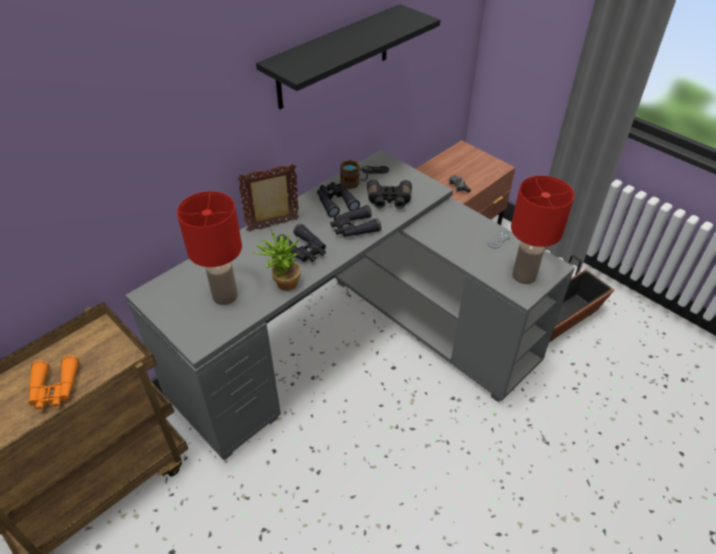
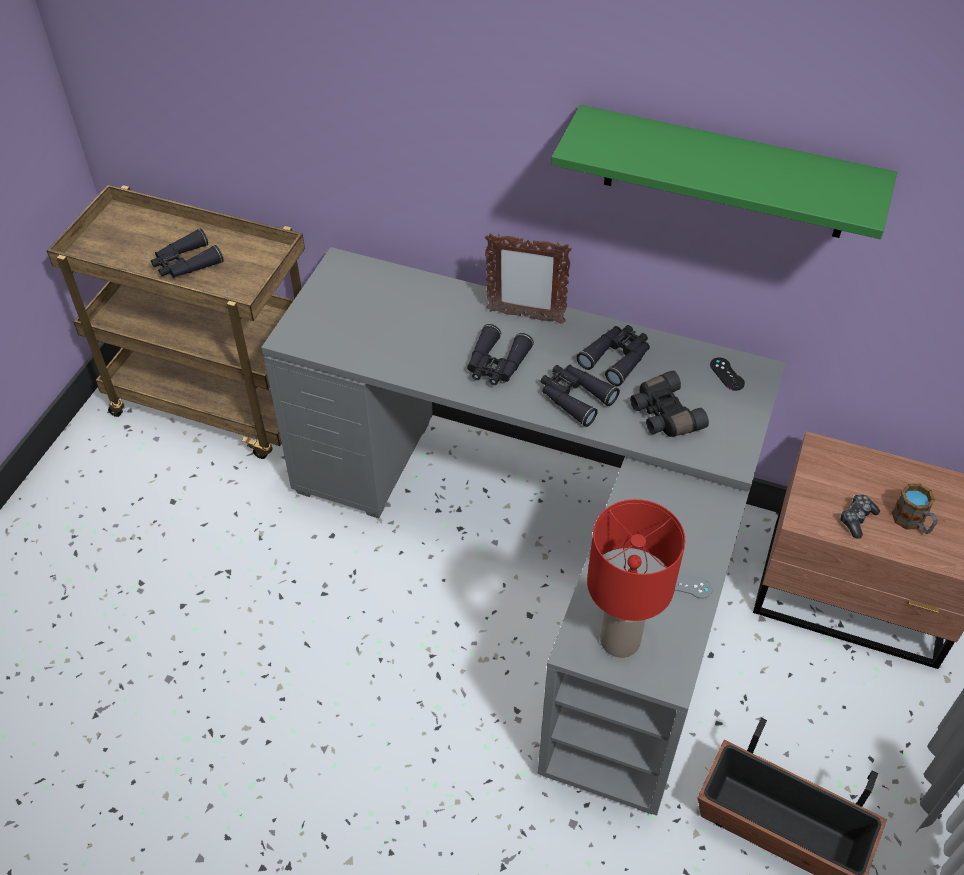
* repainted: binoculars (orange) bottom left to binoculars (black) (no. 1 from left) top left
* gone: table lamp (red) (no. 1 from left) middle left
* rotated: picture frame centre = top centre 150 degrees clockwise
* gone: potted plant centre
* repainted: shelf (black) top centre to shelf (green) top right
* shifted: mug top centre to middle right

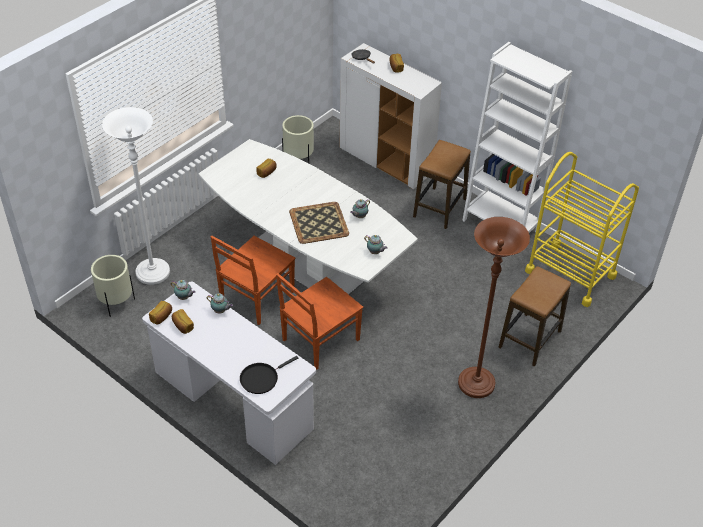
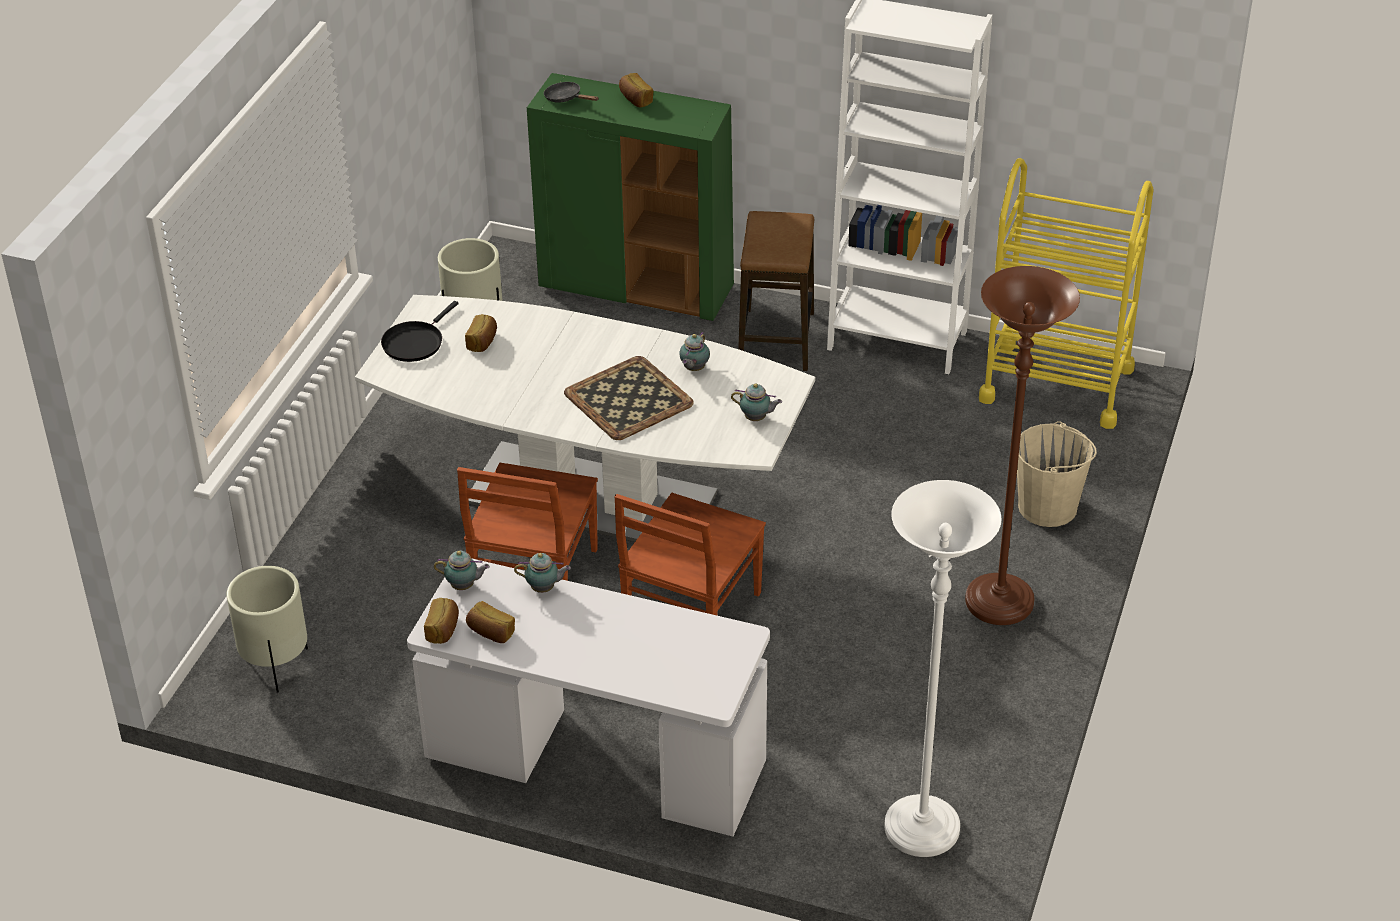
* shifted: floor lamp (white) middle left to bottom right
* shifted: frying pan (black) (no. 1 from left) bottom centre to middle left
* repainted: cabinet (white) top centre to cabinet (green) top centre
* swapped: stool (no. 2 from left) middle right to bucket (beige) middle right

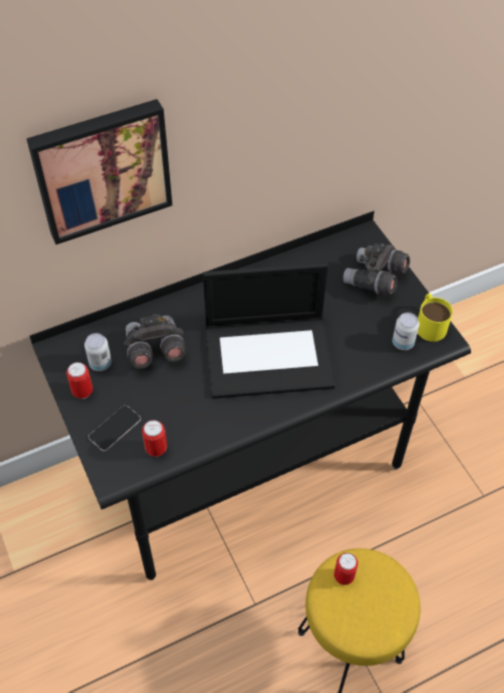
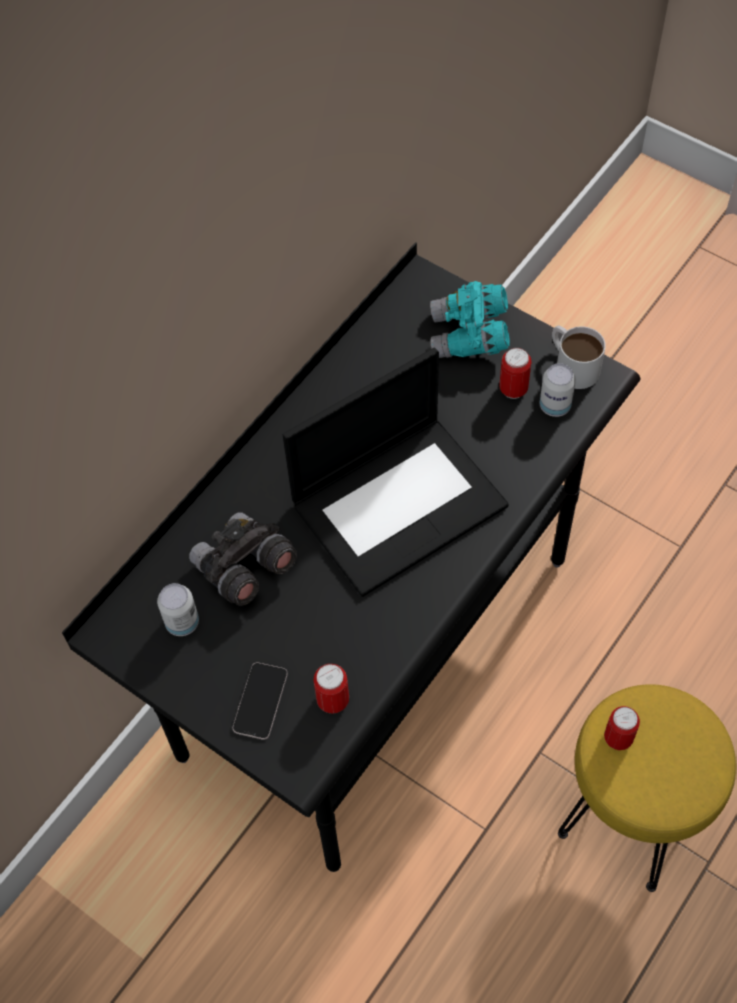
* gone: picture top left
* shifted: can (no. 1 from left in the first image) middle left to can (no. 3 from left) middle right
* repainted: binoculars (grey) (no. 2 from left) middle right to binoculars (turquoise) top centre
* repainted: mug (yellow) middle right to mug (white) middle right

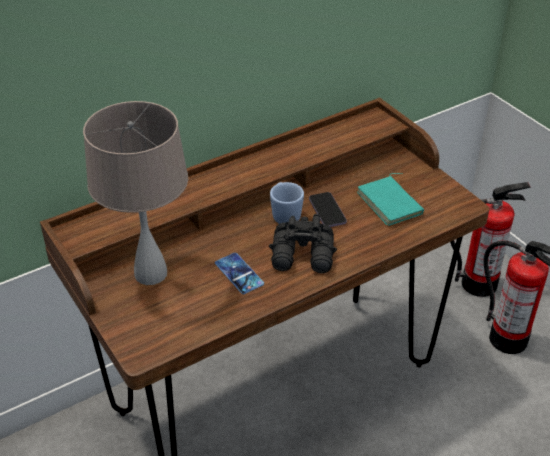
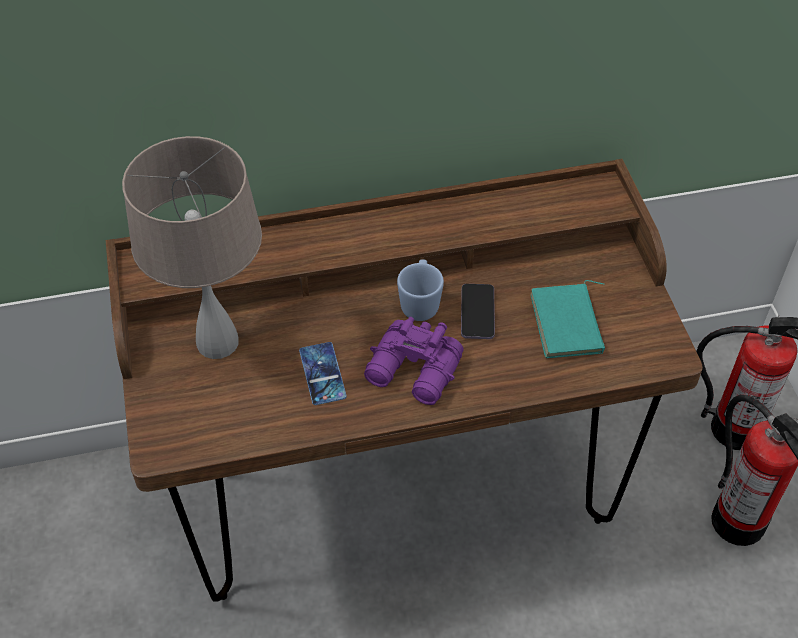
* repainted: binoculars (black) centre to binoculars (purple) centre

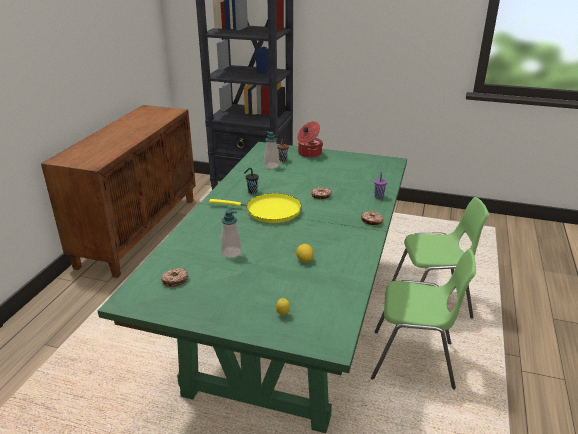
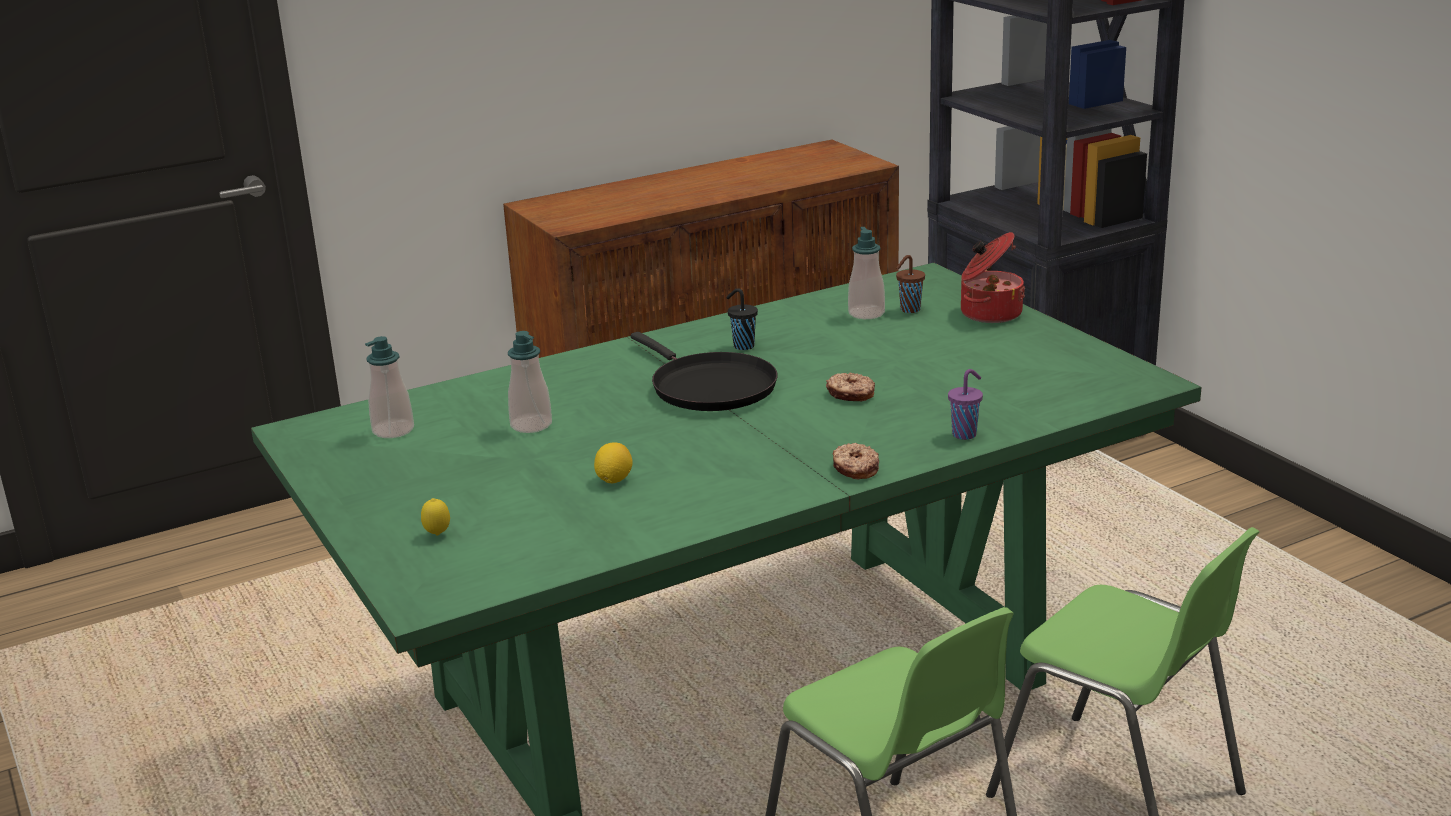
* swapped: donut (no. 1 from left) middle left to soap dispenser (no. 1 from left) middle left
* repainted: frying pan (yellow) centre to frying pan (black) centre

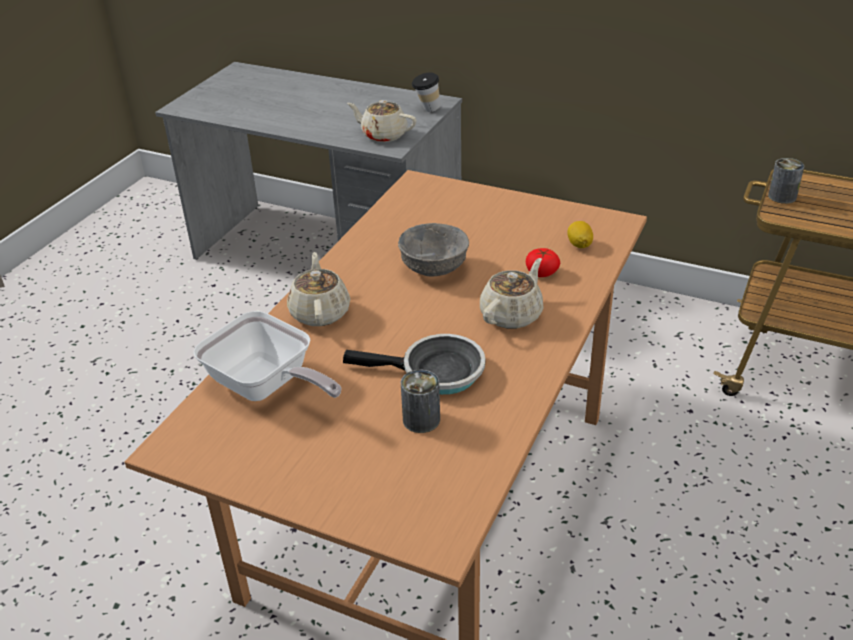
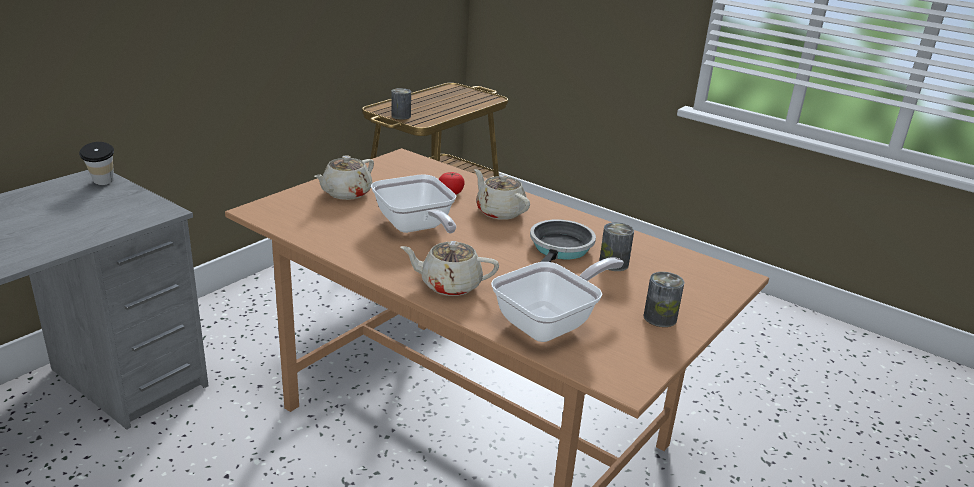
* shifted: teapot (beige) (no. 2 from left in the first image) top centre to teapot (beige) (no. 1 from left) centre
* swapped: bowl (grey) centre to frying pan (no. 1 from left) centre
* gone: lemon middle right
* new: can (no. 3 from left) middle right

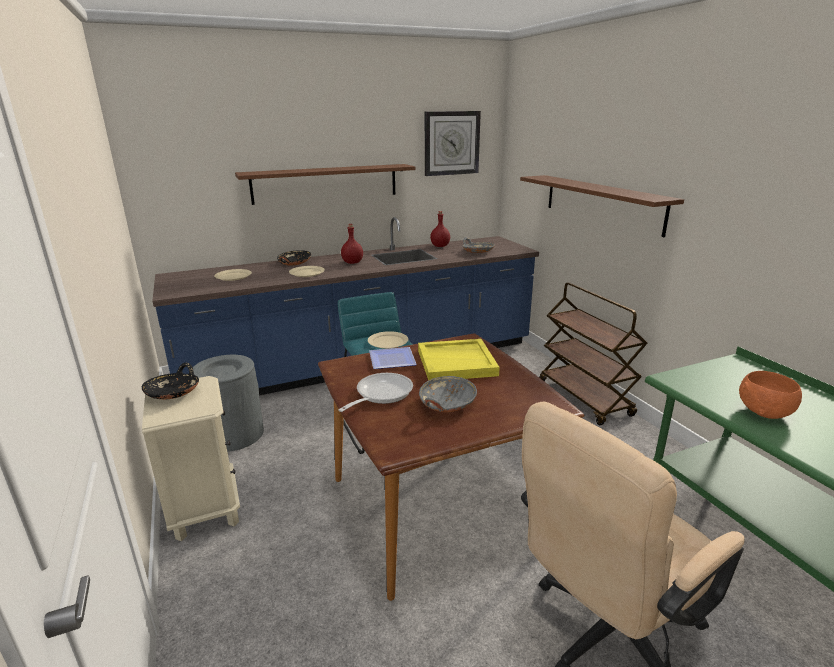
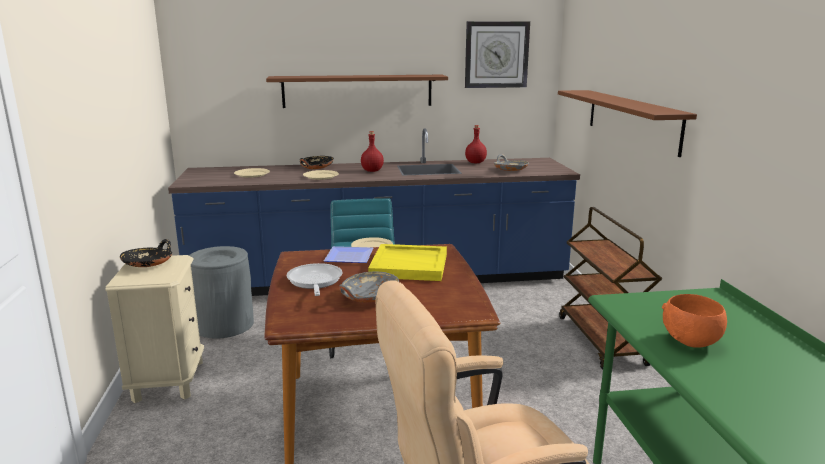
* rotated: frying pan centre = centre 60 degrees counterclockwise

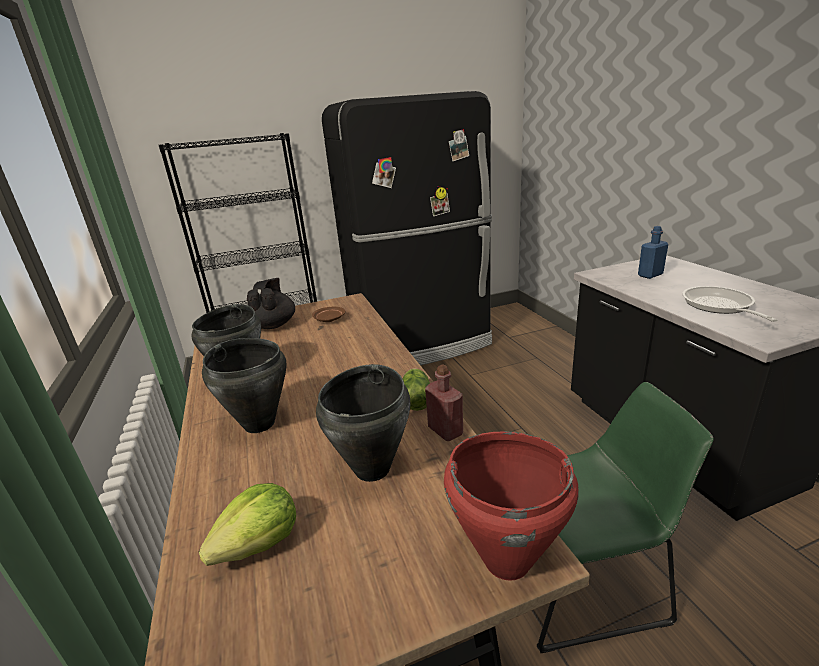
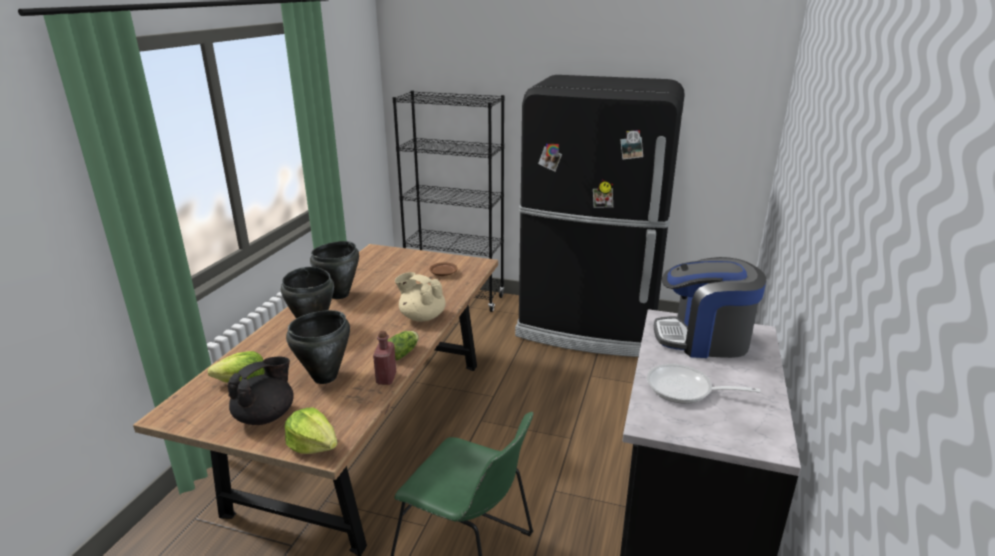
* shifted: teapot (black) middle left to bottom left
* swapped: cooking pot (red) bottom centre to lettuce (no. 2 from left) bottom left
* swapped: bottle (blue) middle right to coffee machine middle right
* rotated: frying pan middle right = bottom right 105 degrees counterclockwise
* new: teapot (beige) centre

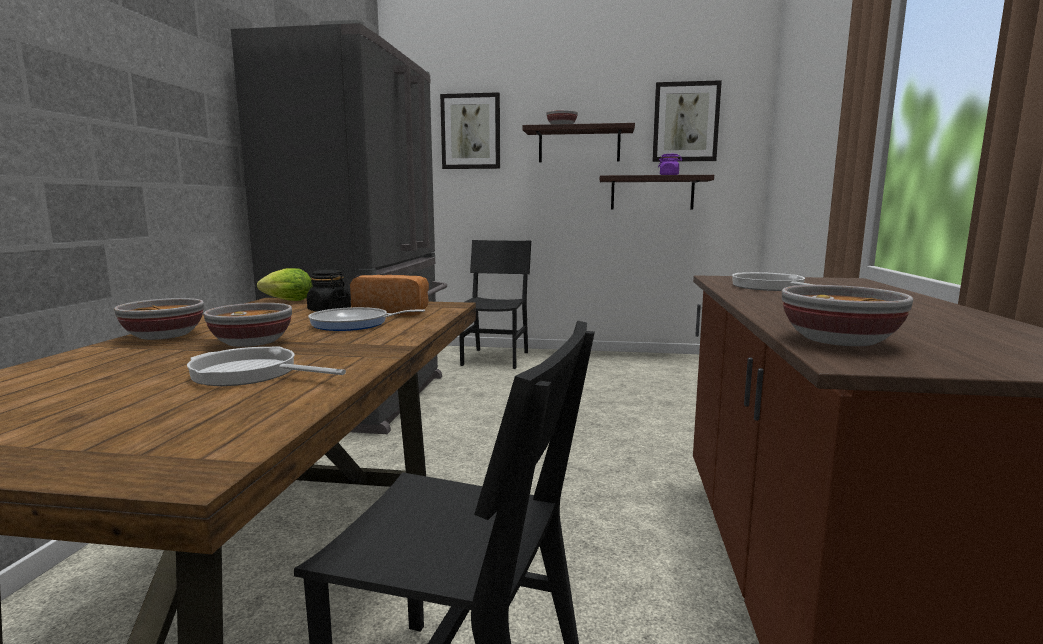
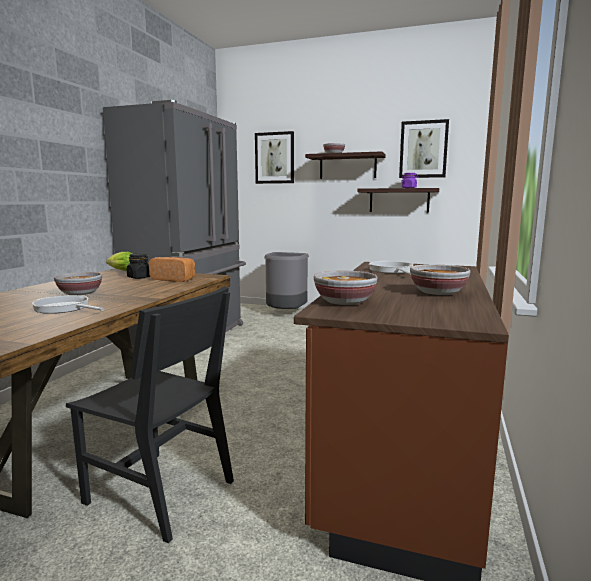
* shifted: bowl (no. 1 from left in the first image) middle left to bowl (no. 4 from left) middle right
* gone: frying pan (no. 2 from left) centre
* swapped: chair (black) (no. 2 from left) centre to trash can (grey) centre

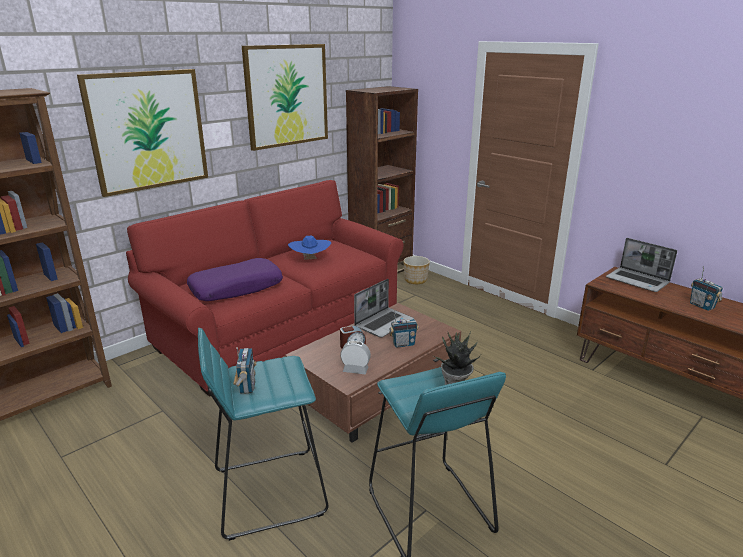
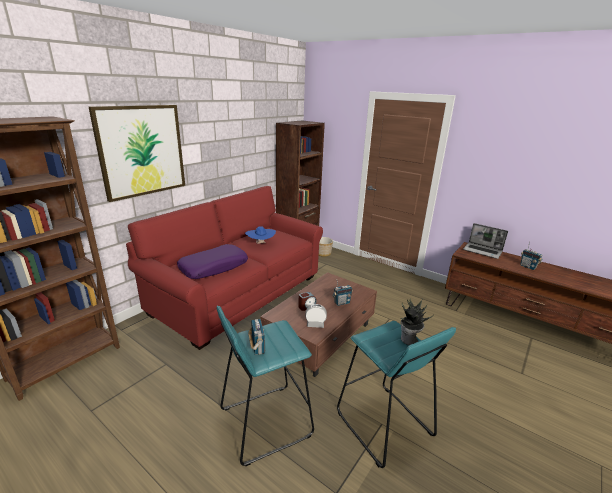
* gone: picture (no. 2 from left) top centre
* gone: laptop (no. 1 from left) centre

